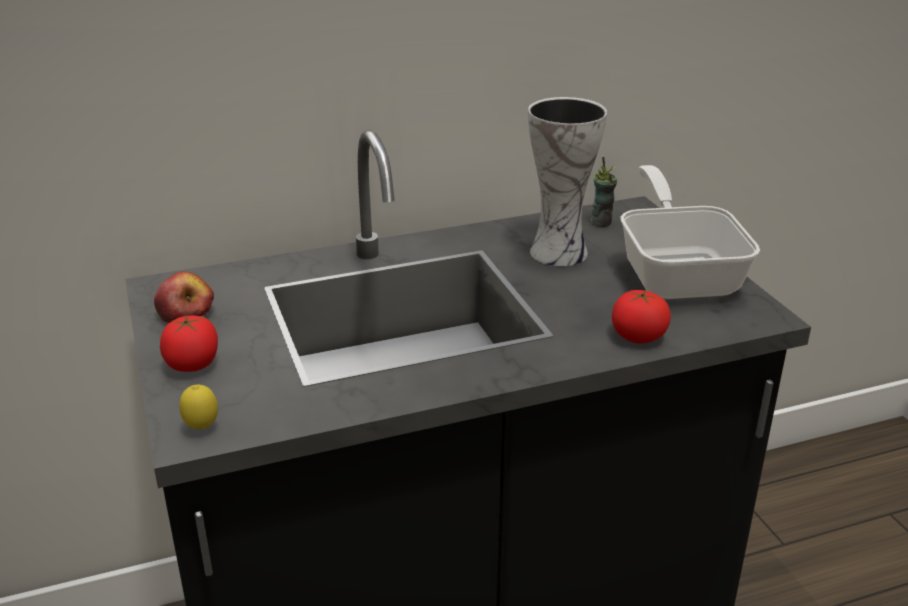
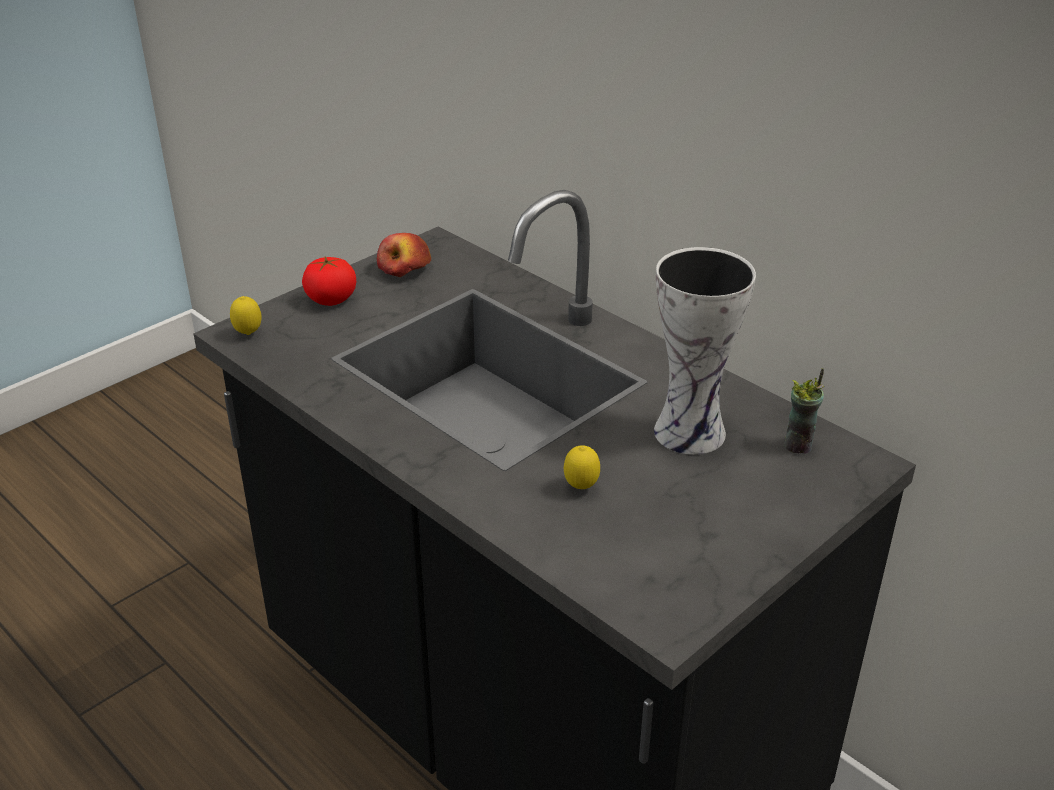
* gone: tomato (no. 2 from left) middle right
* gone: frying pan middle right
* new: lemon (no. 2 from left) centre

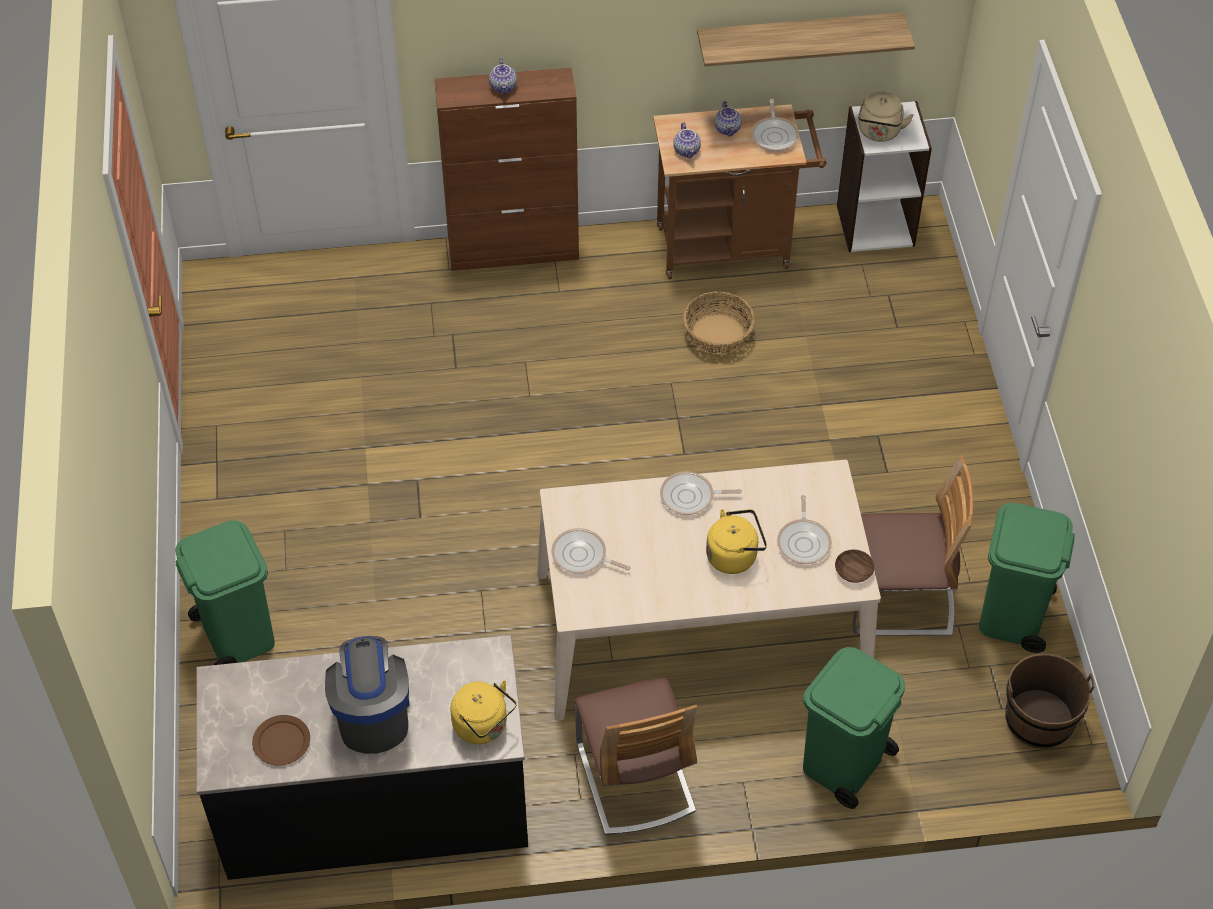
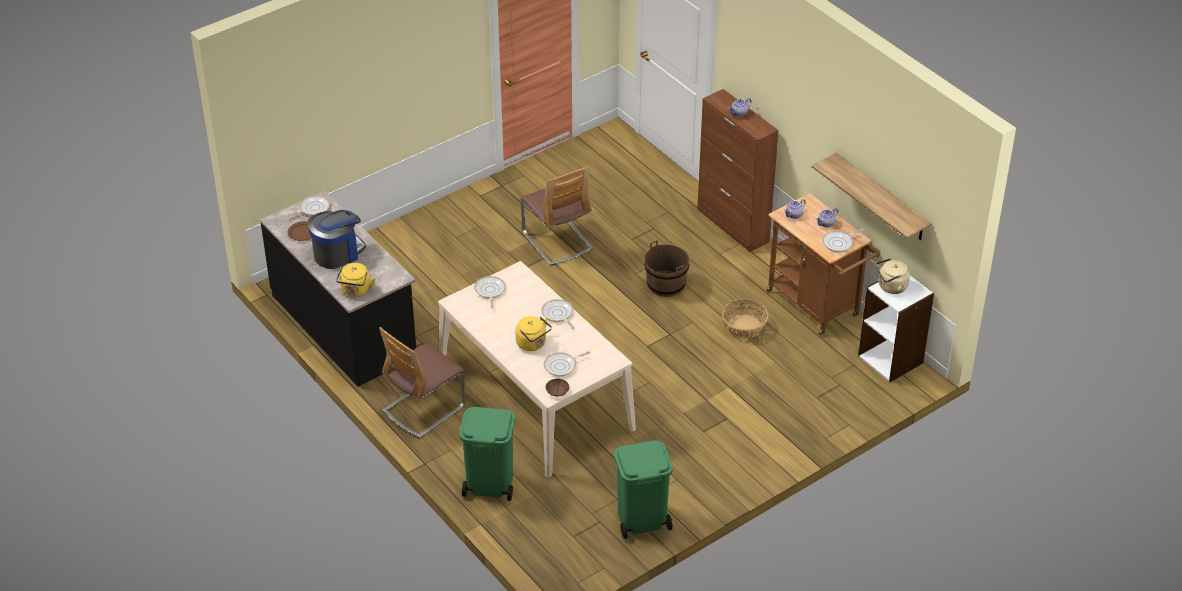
* gone: trash can (green) (no. 1 from left) middle left
* shifted: chair (no. 2 from left) middle right to centre
* shifted: bucket (brown) bottom right to centre
* new: frying pan (no. 1 from left) middle left

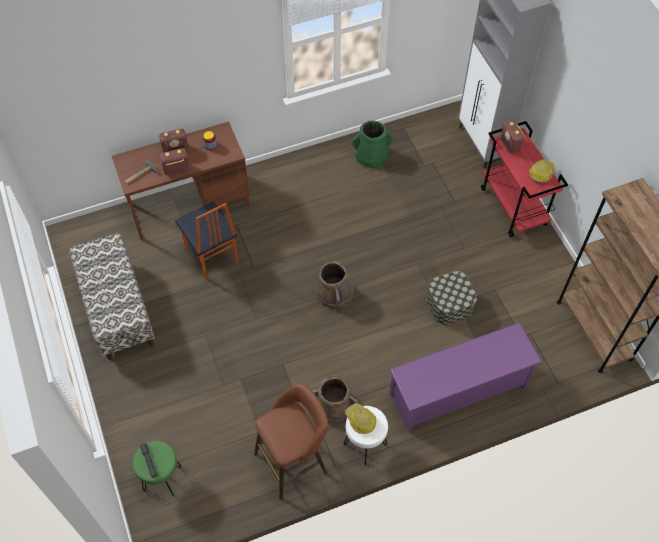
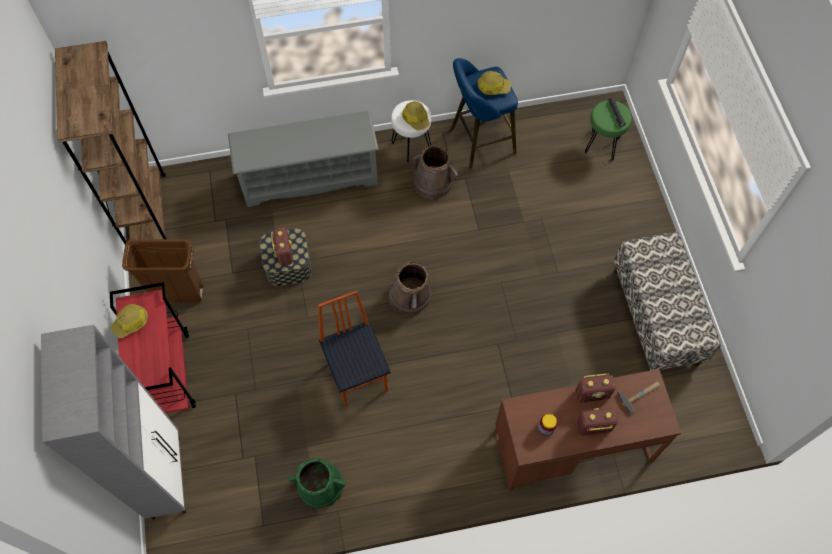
* shifted: chair middle left to centre
* repainted: stool (brown) bottom centre to stool (blue) top centre
* repainted: shoe rack (purple) bottom right to shoe rack (grey) top centre
* shifted: radio (no. 3 from left in the first image) top right to radio (no. 1 from left) centre
* new: trash can (brown) middle left
* new: hard hat (no. 3 from left) top centre

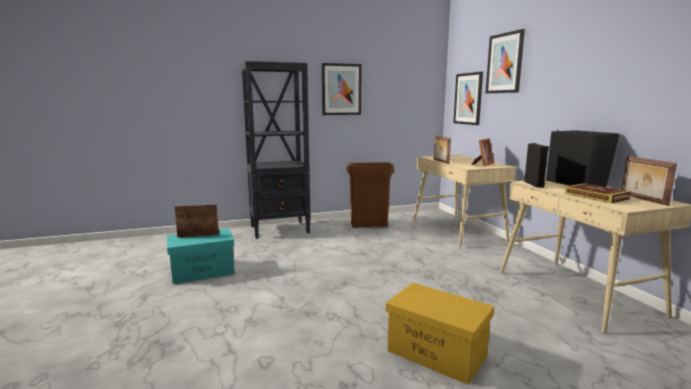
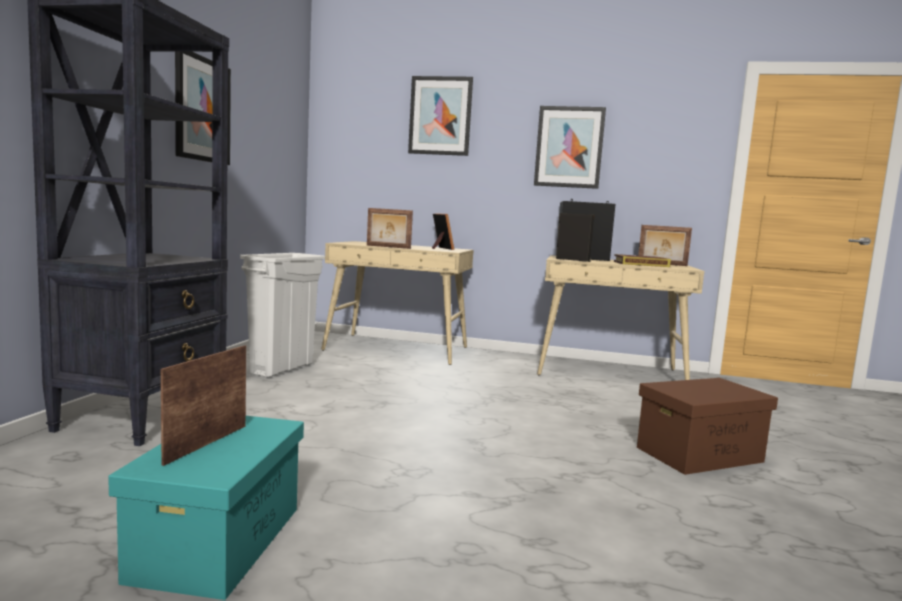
* repainted: trash can (brown) centre to trash can (white) middle left
* repainted: storage box (yellow) bottom centre to storage box (brown) bottom right
* shifted: picture (no. 2 from left in the first image) top right to picture (no. 3 from left) top centre

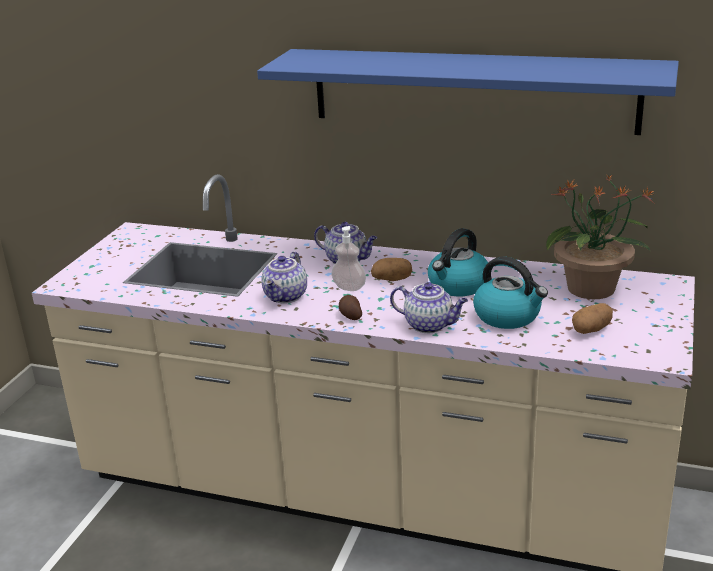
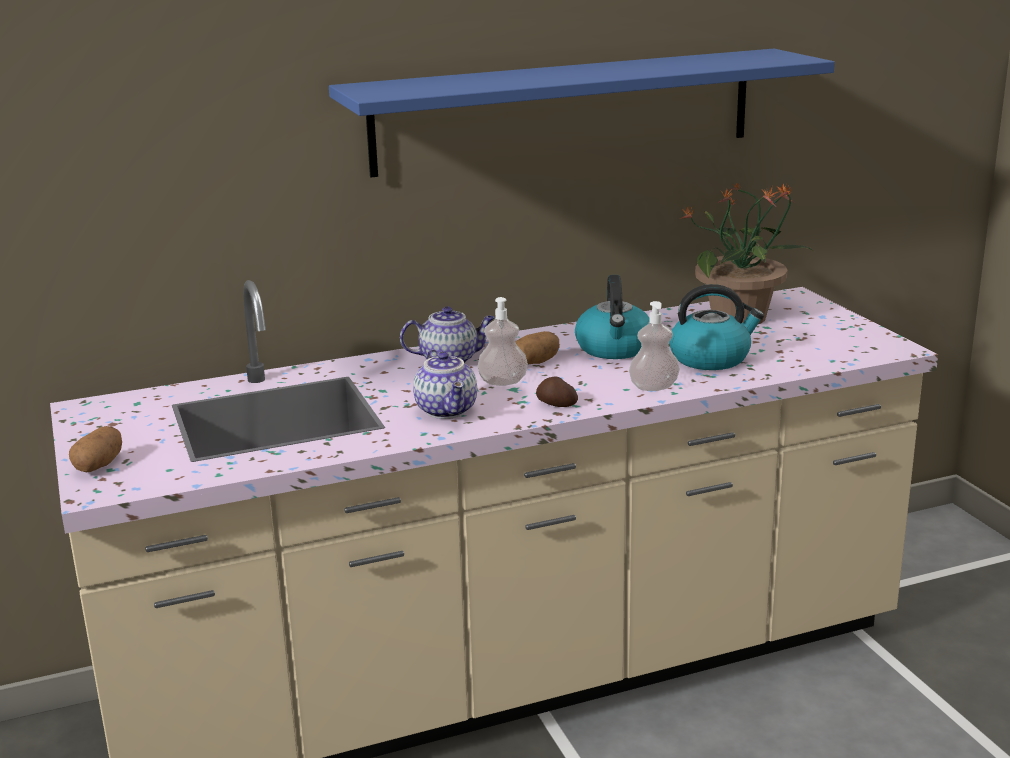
* swapped: teapot (no. 3 from left) centre to soap dispenser (no. 2 from left) centre
* shifted: potato (no. 3 from left in the first image) middle right to potato (no. 1 from left) middle left

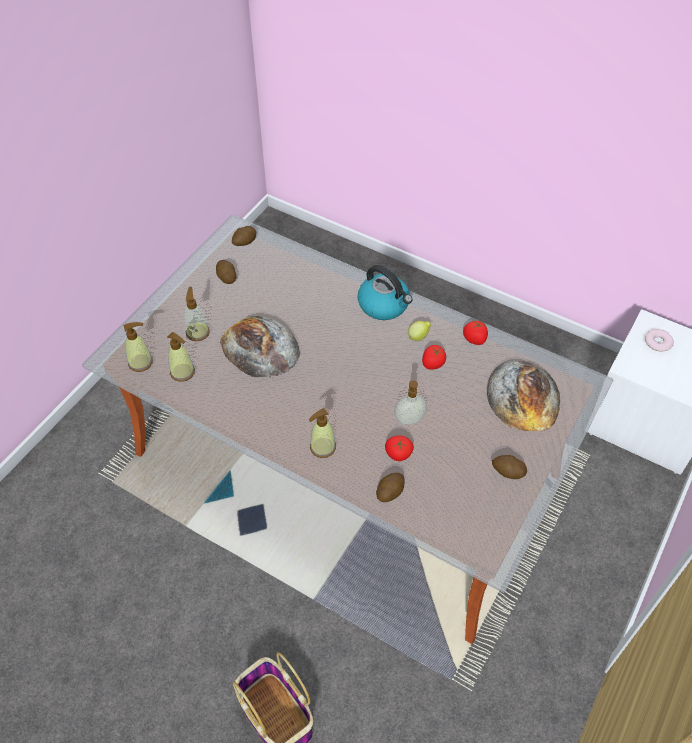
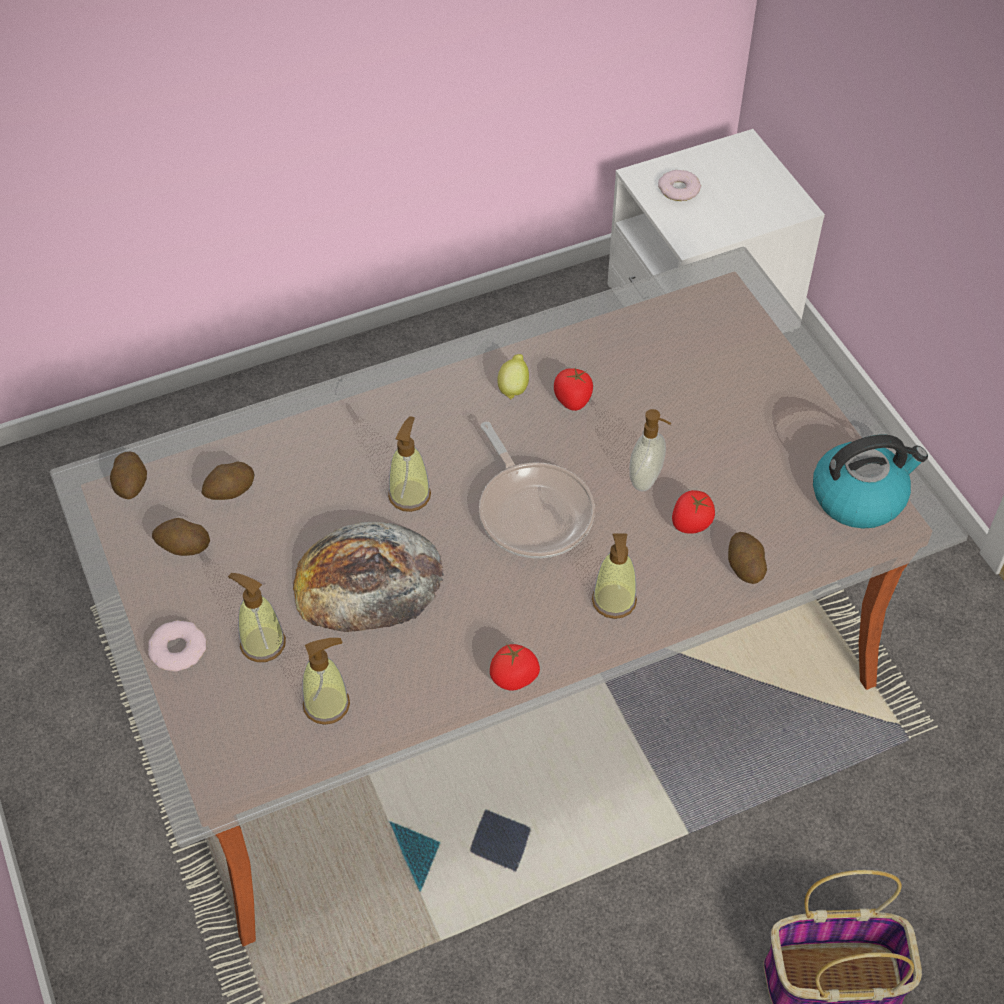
* shifted: soap dispenser (no. 1 from left in the first image) middle left to soap dispenser (no. 3 from left) centre
* shifted: kettle centre to middle right
* shifted: tomato (no. 3 from left in the first image) middle right to tomato (no. 1 from left) centre
* gone: bread (no. 2 from left) middle right
* shifted: potato (no. 4 from left in the first image) middle right to potato (no. 3 from left) middle left
* new: donut (no. 1 from left) middle left
* new: frying pan centre

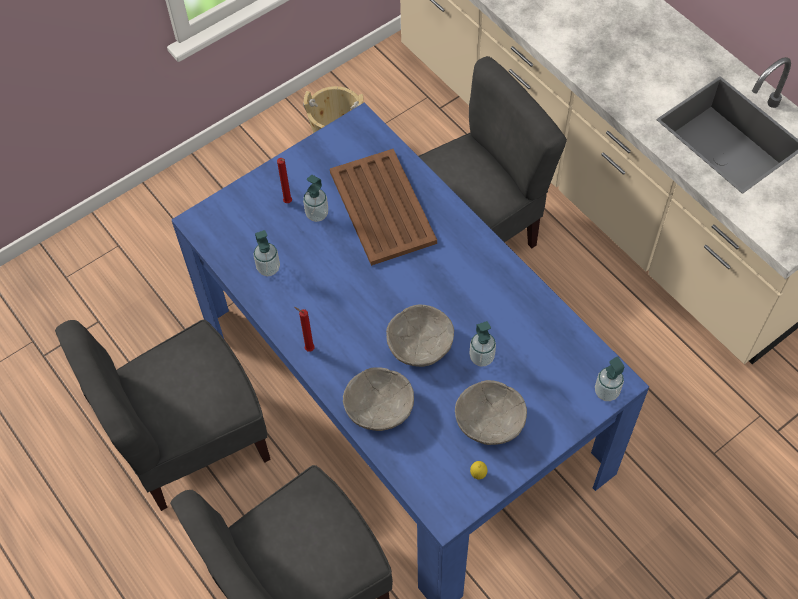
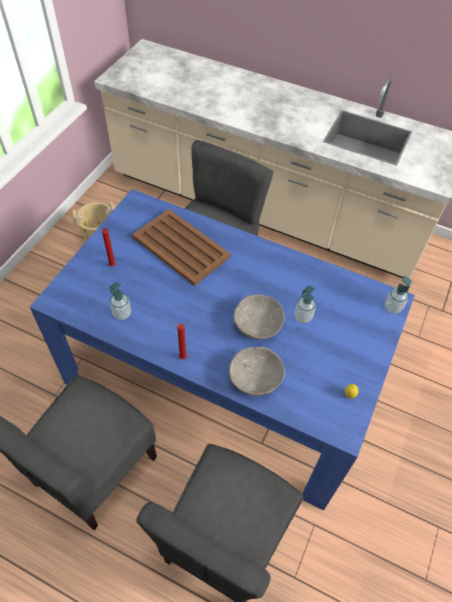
* gone: soap dispenser (no. 2 from left) top centre
* gone: bowl (grey) (no. 3 from left) bottom centre

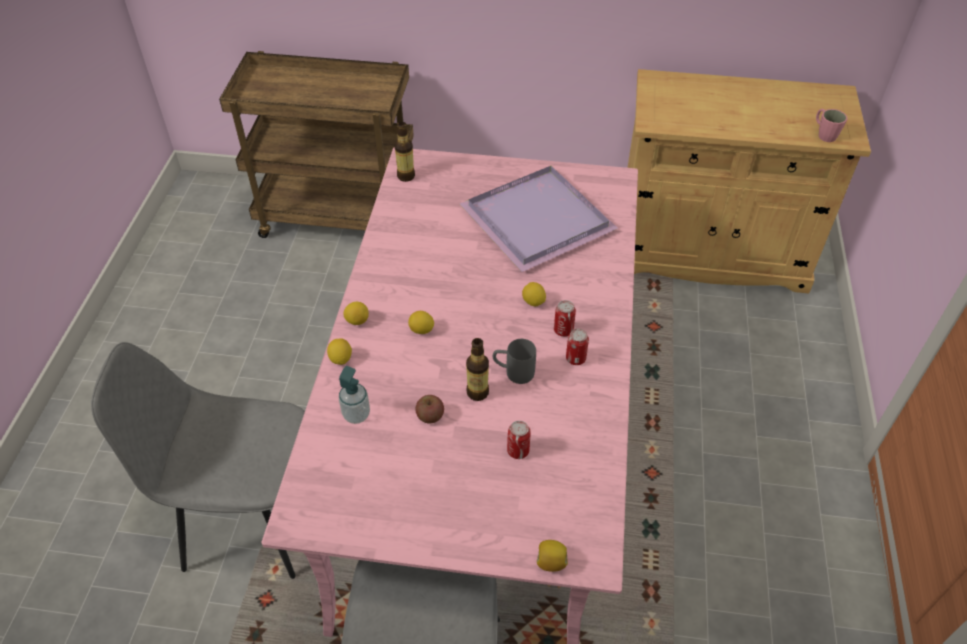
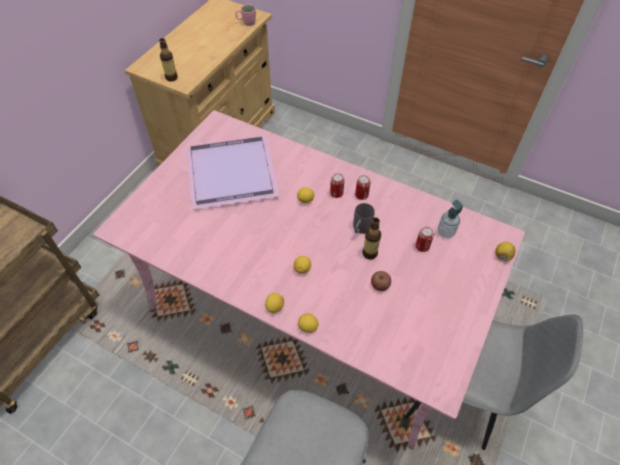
* shifted: soap dispenser centre to middle right
* shifted: bottle (no. 1 from left) top centre to top left

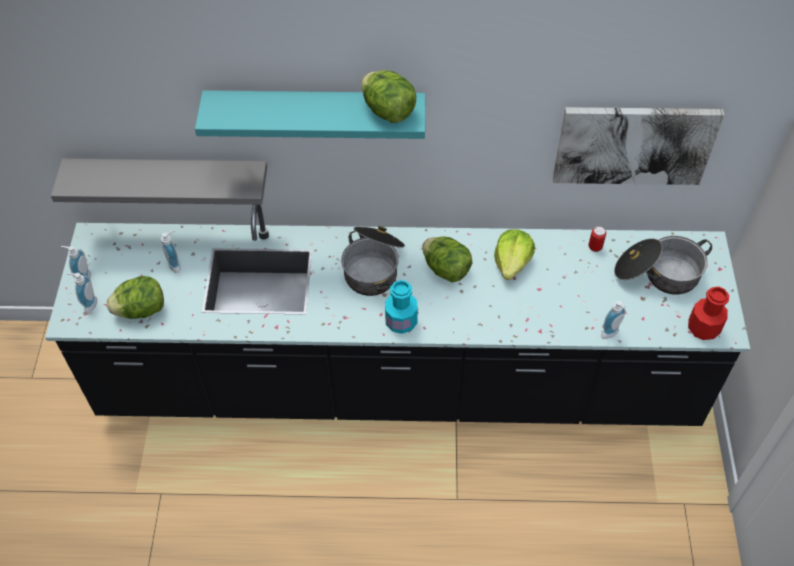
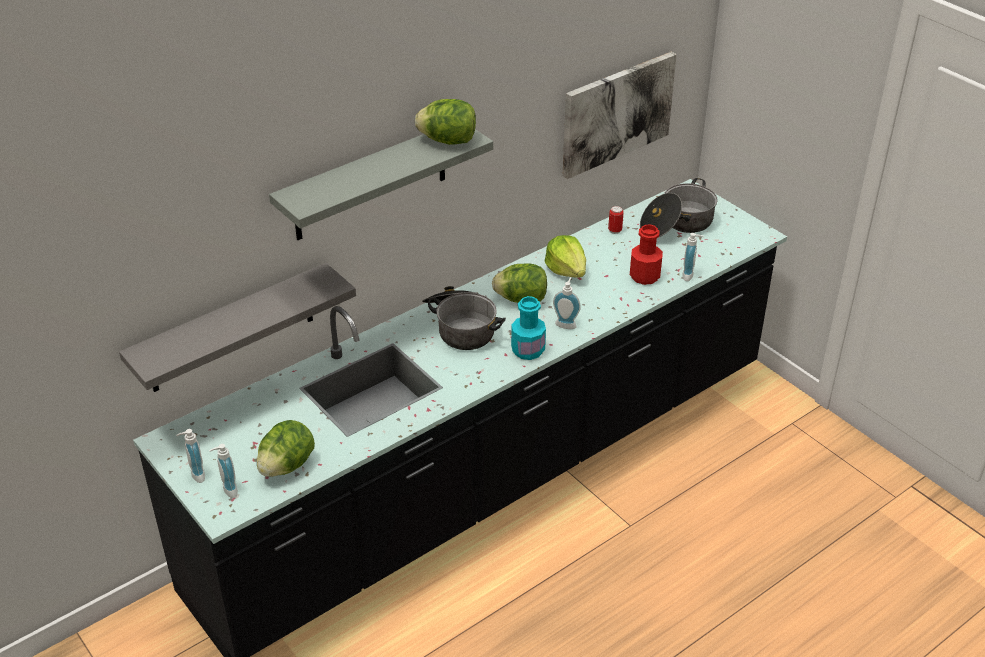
* shifted: soap dispenser (no. 3 from left) middle left to centre
* repainted: shelf (turquoise) top centre to shelf (grey) (no. 2 from left) top centre
* shifted: bottle (red) middle right to centre

